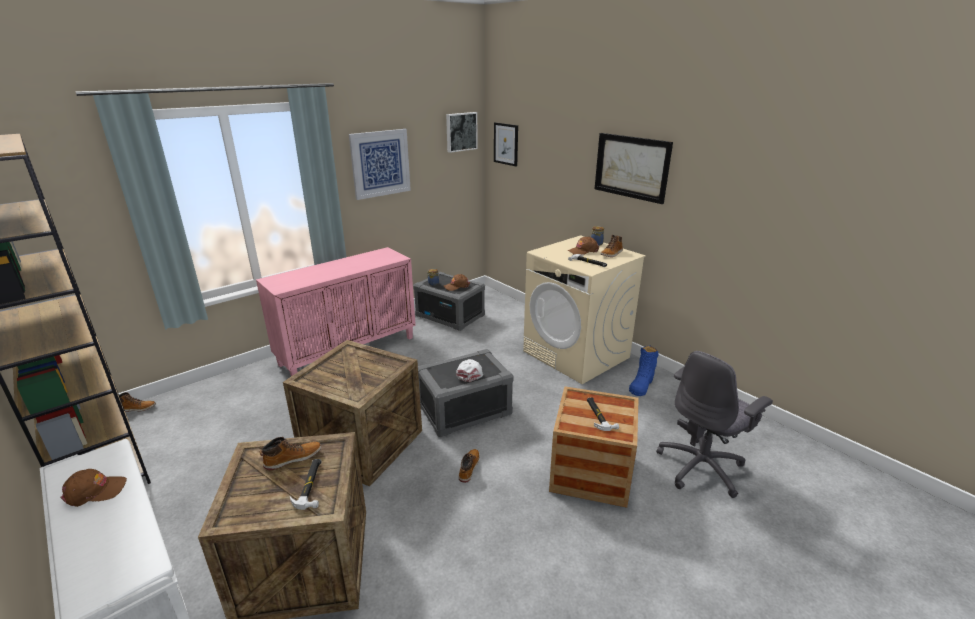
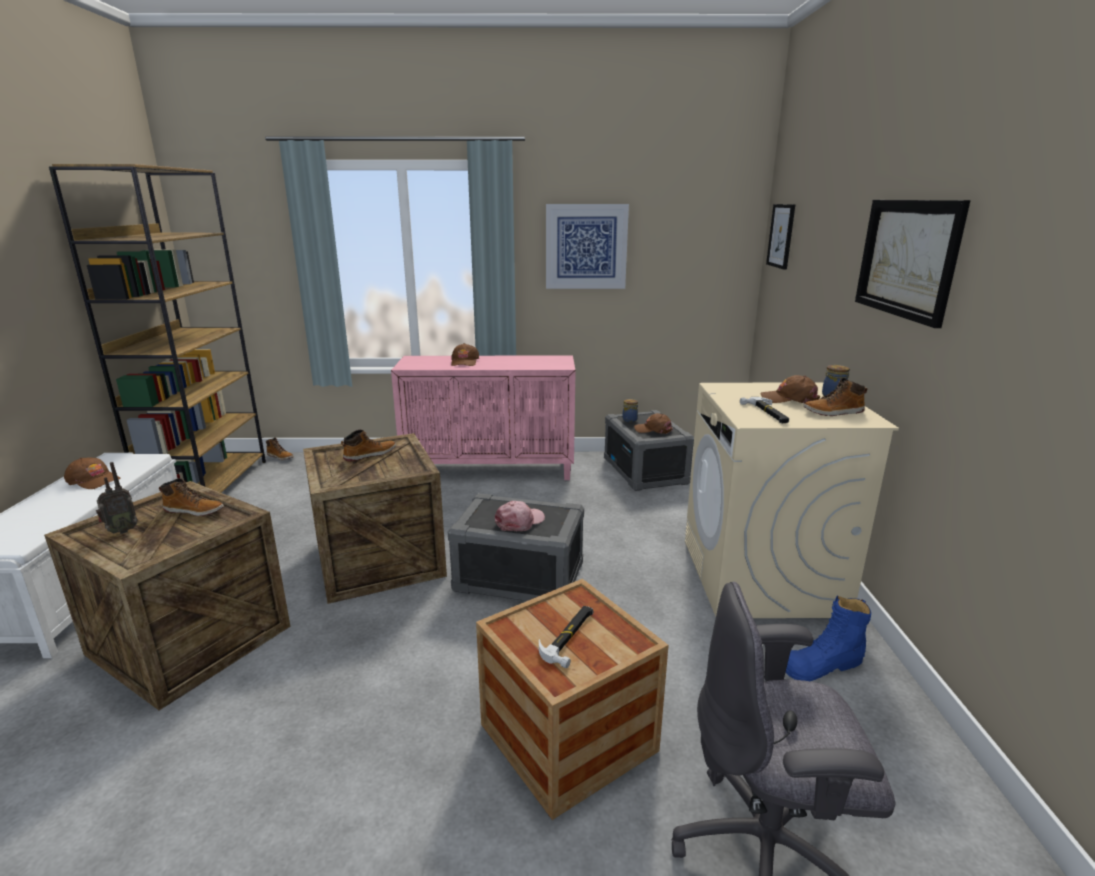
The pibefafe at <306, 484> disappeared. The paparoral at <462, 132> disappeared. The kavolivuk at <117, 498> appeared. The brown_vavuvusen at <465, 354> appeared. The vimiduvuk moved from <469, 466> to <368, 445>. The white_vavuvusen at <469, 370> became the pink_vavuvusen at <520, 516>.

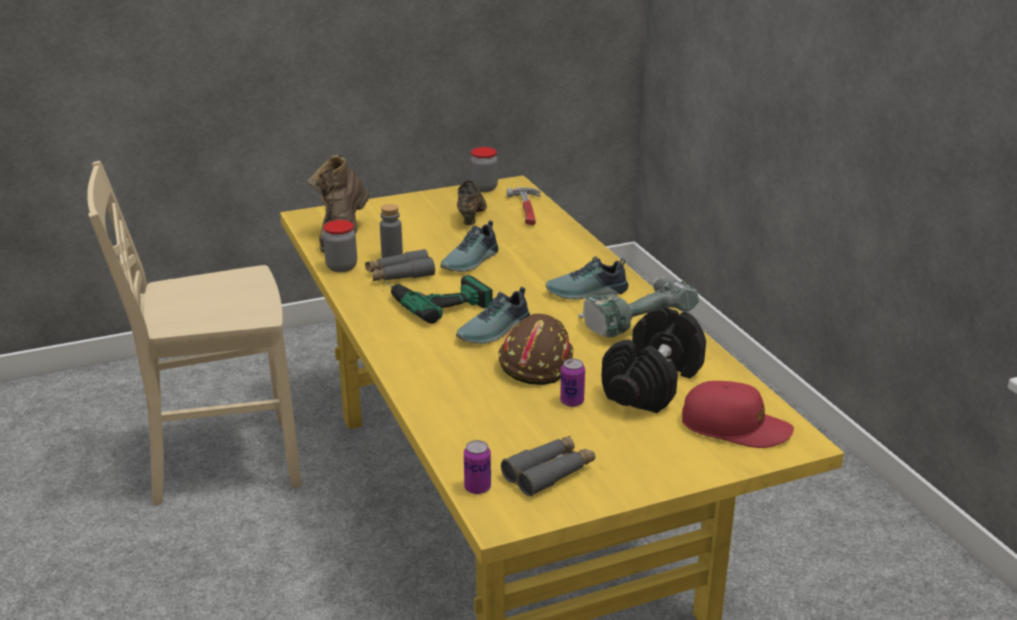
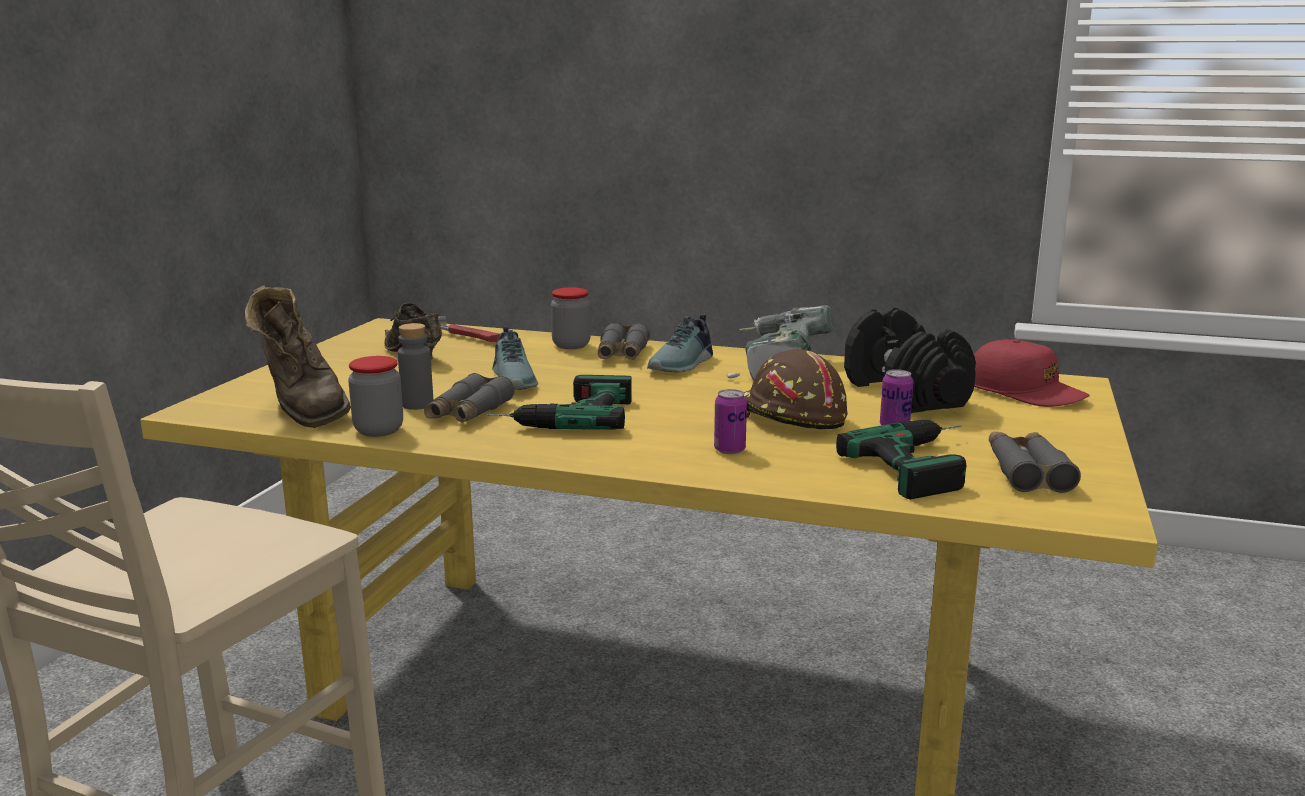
The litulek at <493, 315> disappeared. The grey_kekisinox at <624, 341> appeared. The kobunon at <901, 459> appeared. The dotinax moved from <477, 467> to <730, 421>. The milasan moved from <484, 169> to <571, 318>. The red_vavuvusen at <738, 414> turned 75 degrees clockwise.

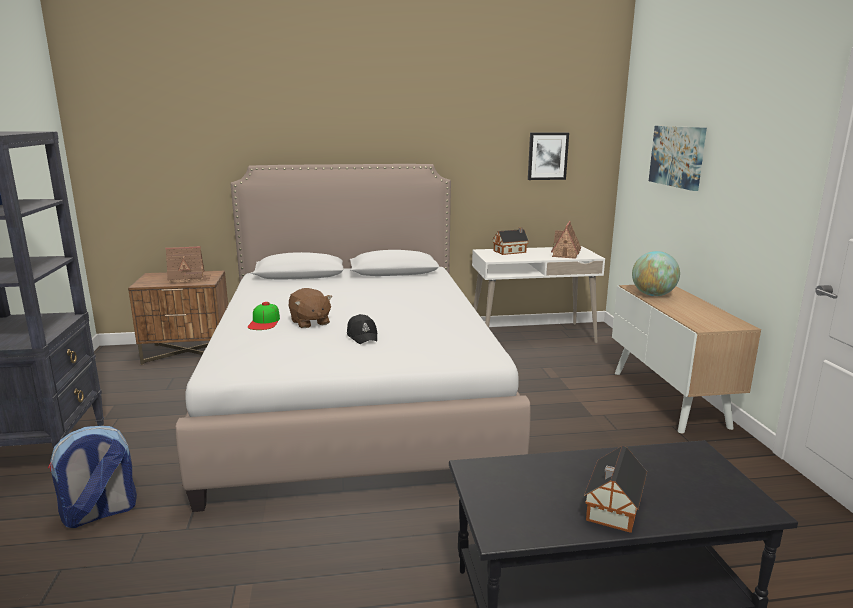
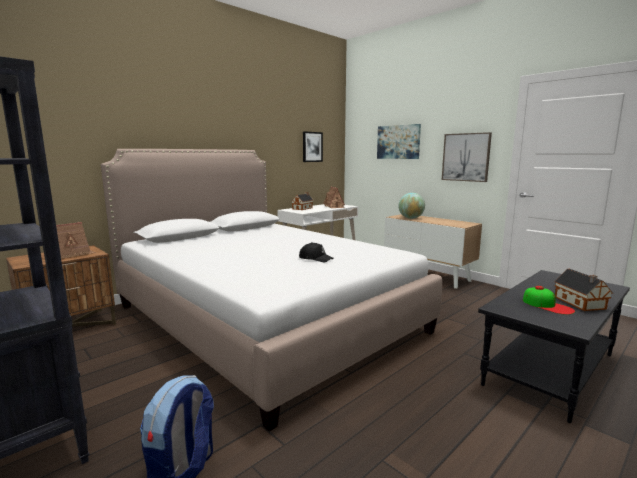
The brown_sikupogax at <310, 308> disappeared. The paparoral at <467, 157> appeared. The vavuvusen moved from <264, 316> to <549, 300>.

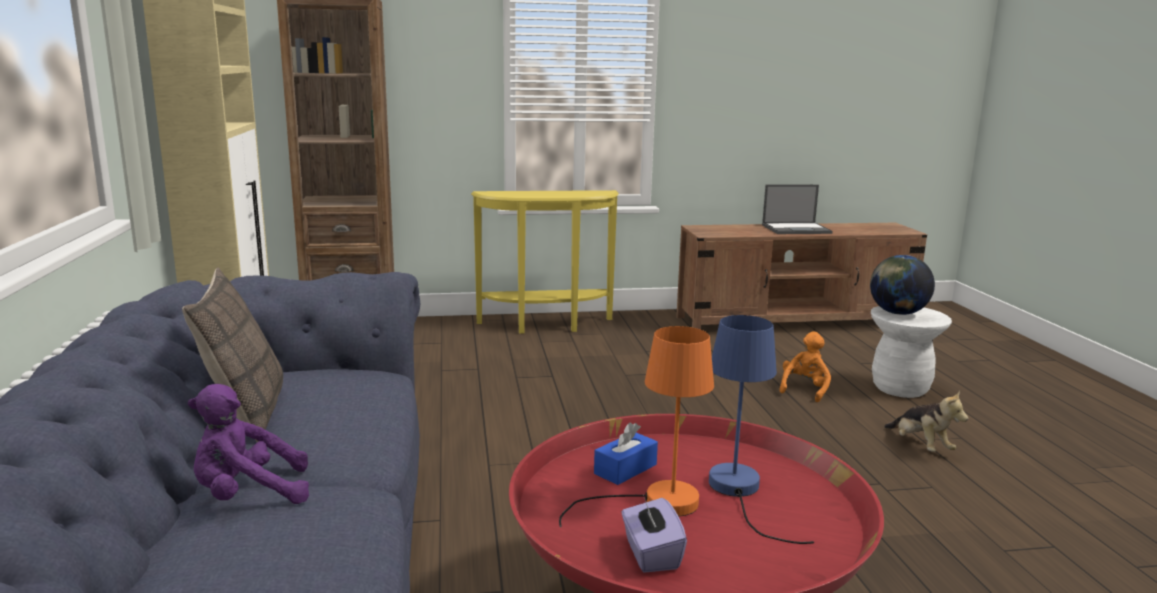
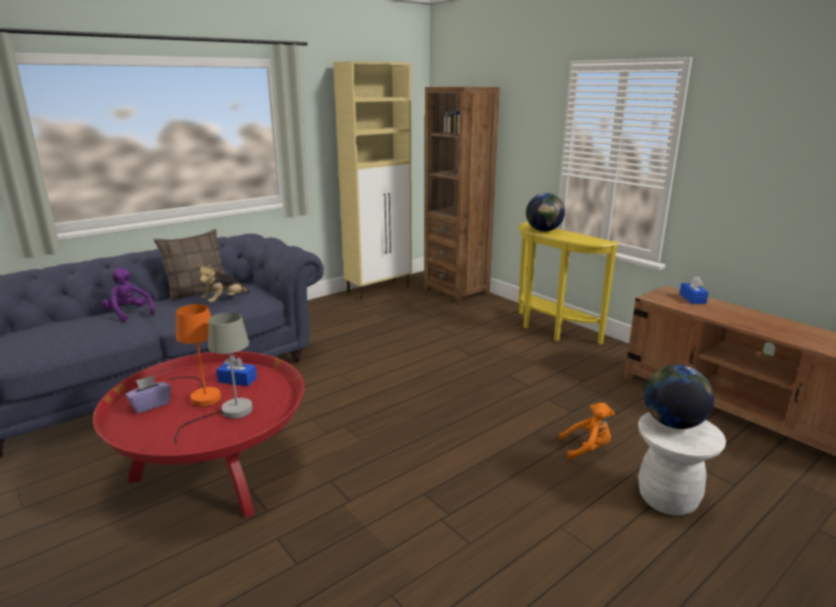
The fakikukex at <797, 209> disappeared. The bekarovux at <545, 212> appeared. The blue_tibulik at <694, 290> appeared. The sikupogax moved from <926, 421> to <223, 283>. The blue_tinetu at <761, 429> became the grey_tinetu at <213, 378>.

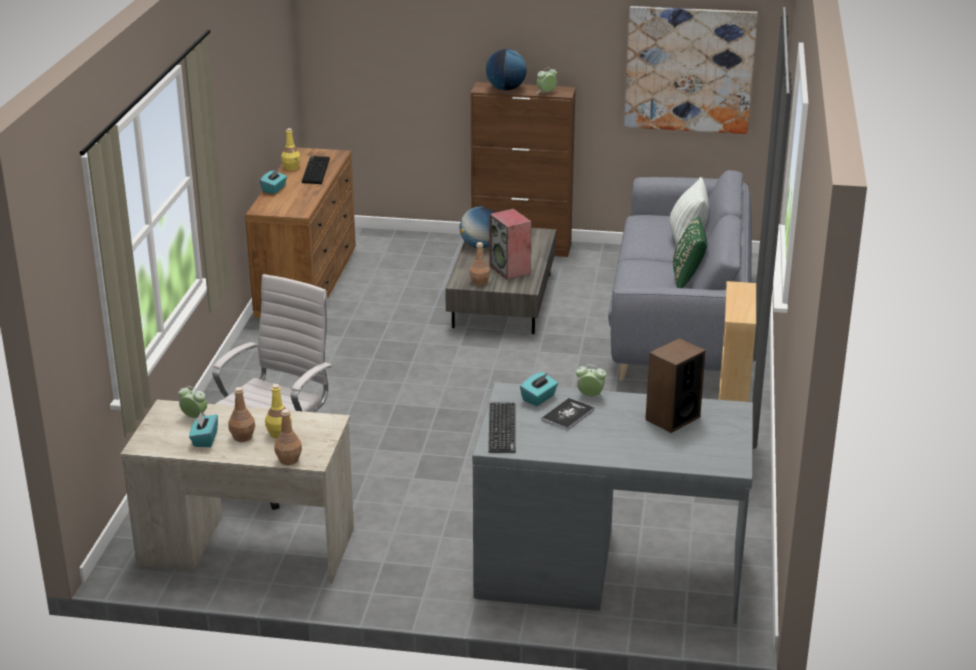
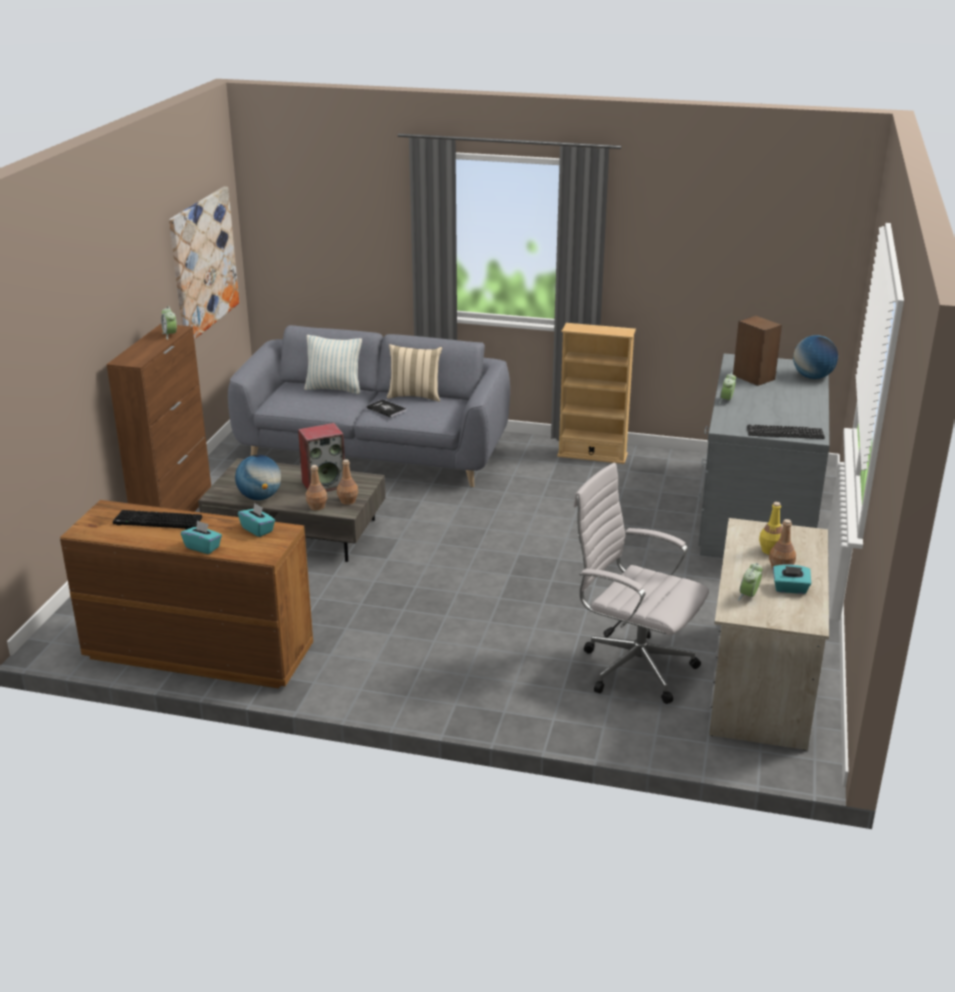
The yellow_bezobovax at <291, 149> disappeared. The brown_bezobovax moved from <288, 437> to <316, 487>. The bekarovux moved from <506, 69> to <815, 357>. The turquoise_tibulik moved from <539, 389> to <256, 520>. The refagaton moved from <568, 414> to <386, 408>. The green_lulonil at <690, 252> became the beige_lulonil at <414, 373>.

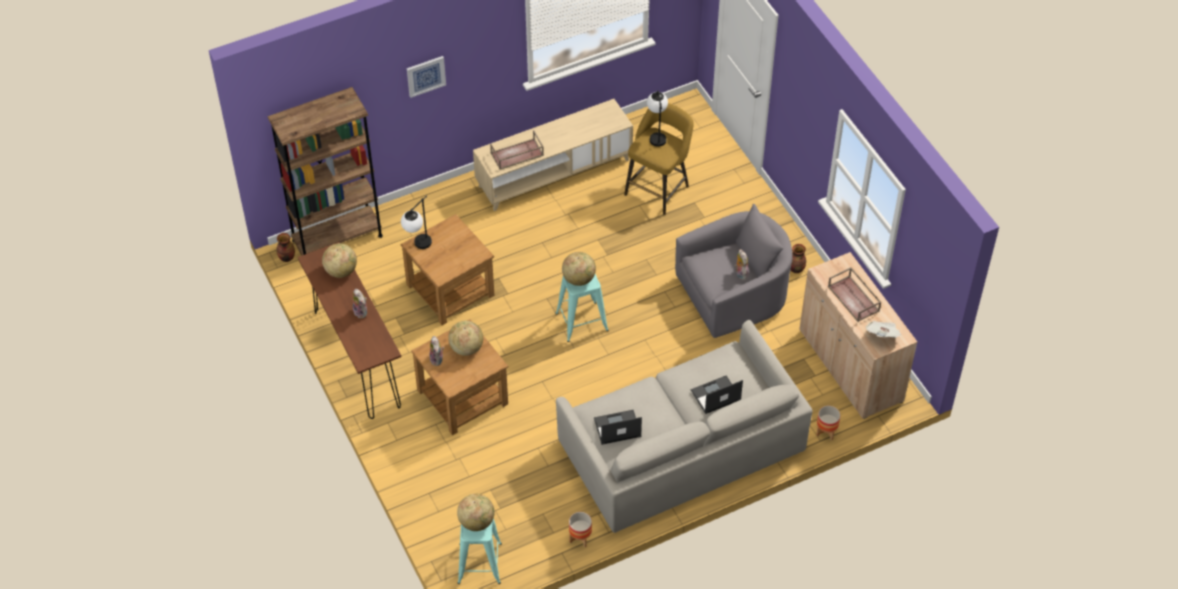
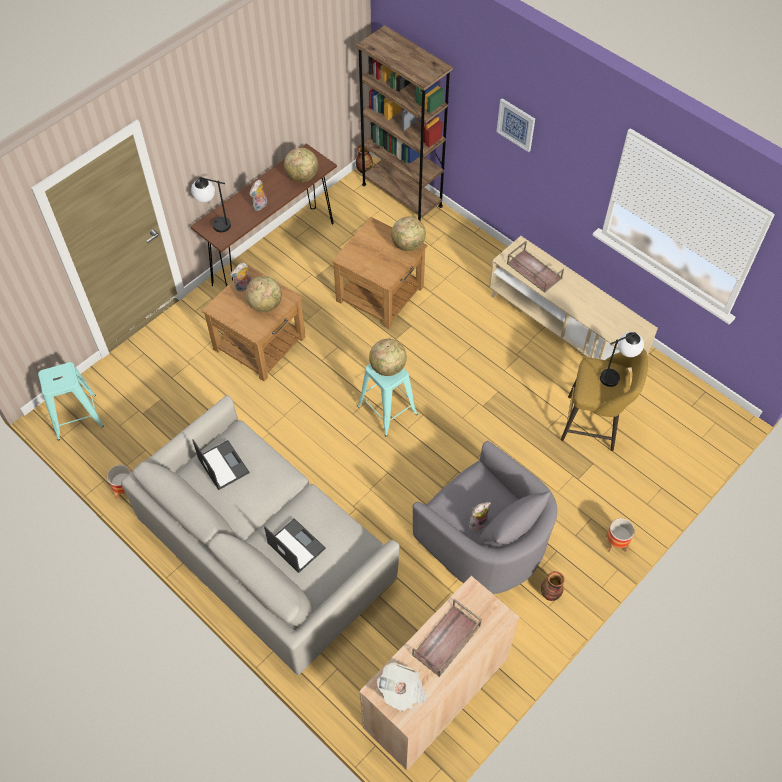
The tinetu moved from <416, 222> to <211, 204>. The bekarovux moved from <476, 512> to <408, 233>. The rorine moved from <828, 423> to <620, 535>.

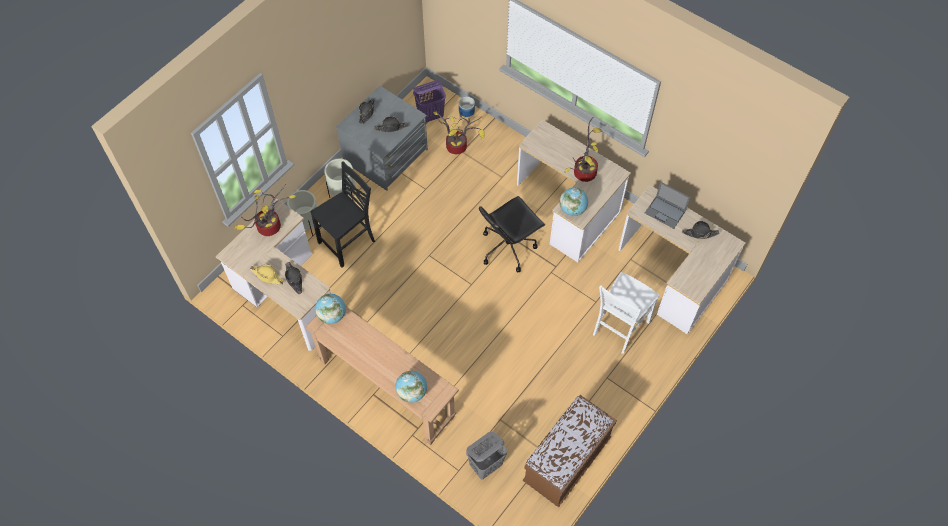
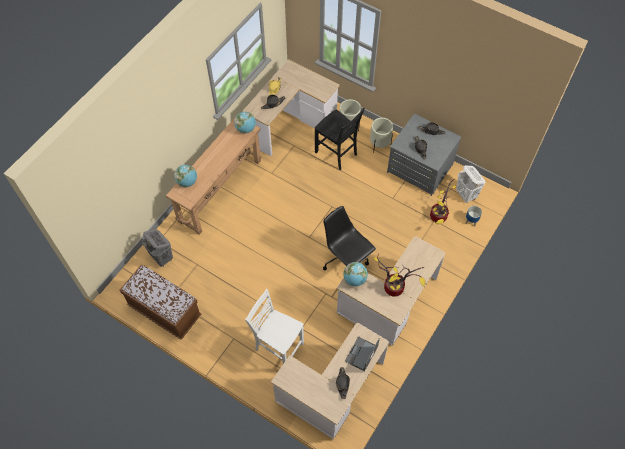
The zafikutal at <265, 210> disappeared. The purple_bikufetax at <429, 101> became the white_bikufetax at <470, 184>.

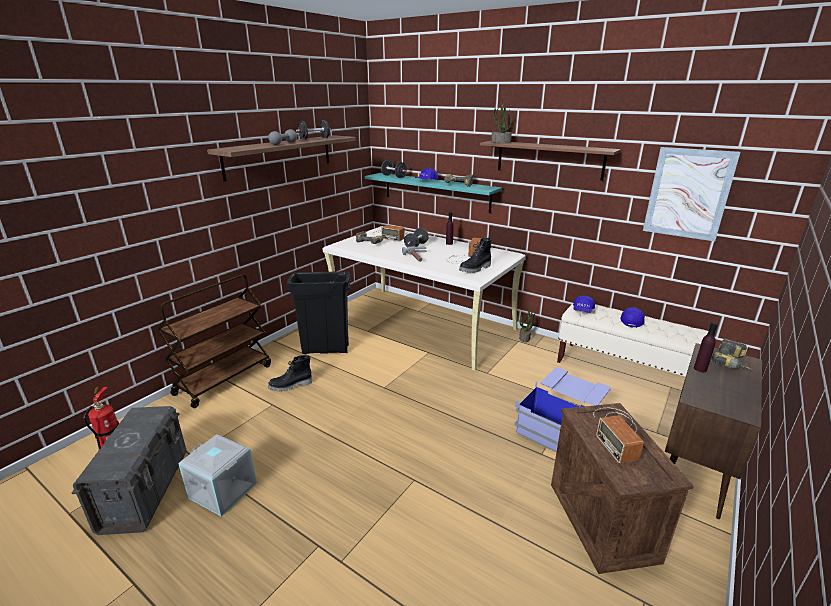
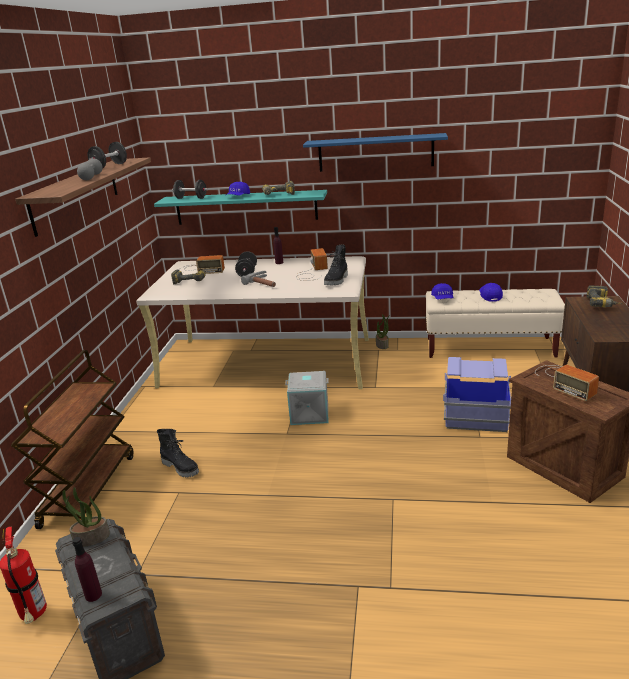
The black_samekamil at <319, 312> disappeared. The paparoral at <691, 194> disappeared. The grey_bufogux moved from <217, 475> to <307, 398>. The zafikutal moved from <501, 123> to <86, 517>. The purple_bezobovax moved from <706, 347> to <87, 569>. The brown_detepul at <550, 161> became the blue_detepul at <375, 152>. The black_vimiduvuk at <290, 373> turned 90 degrees counterclockwise.

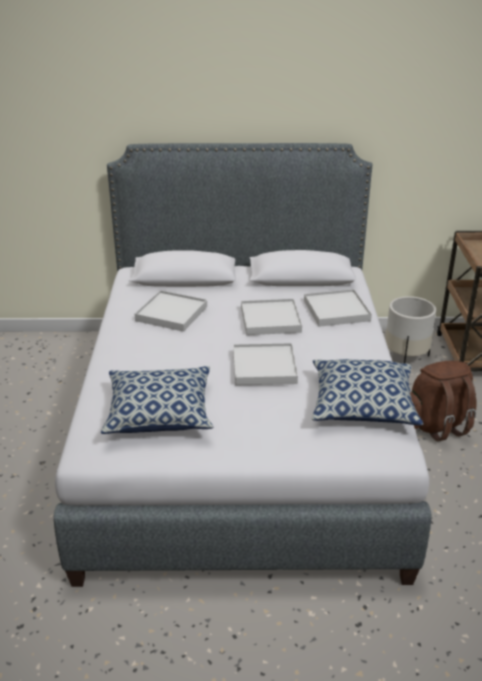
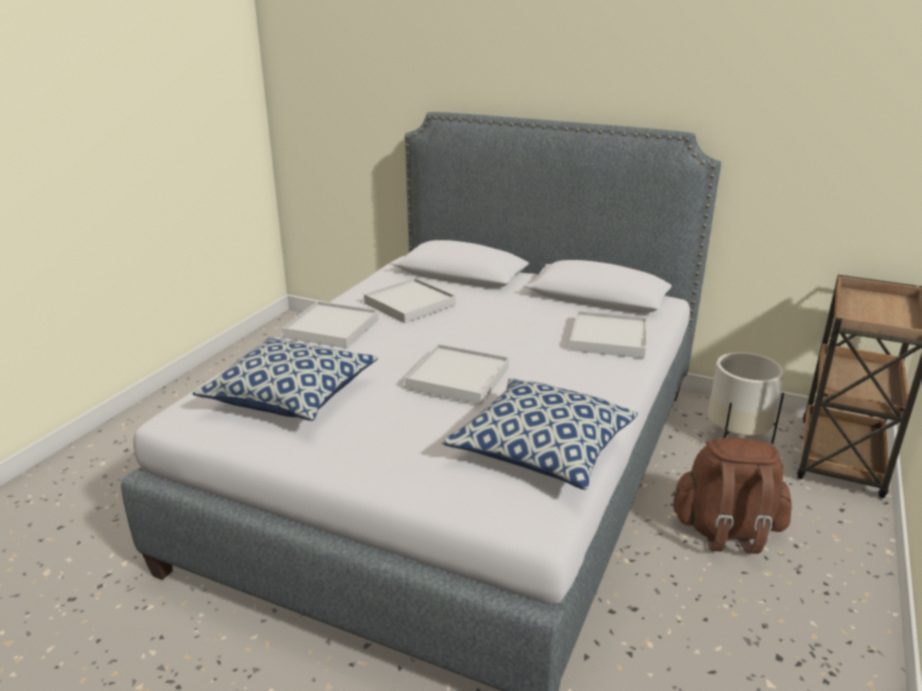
The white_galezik moved from <271, 317> to <330, 325>.

